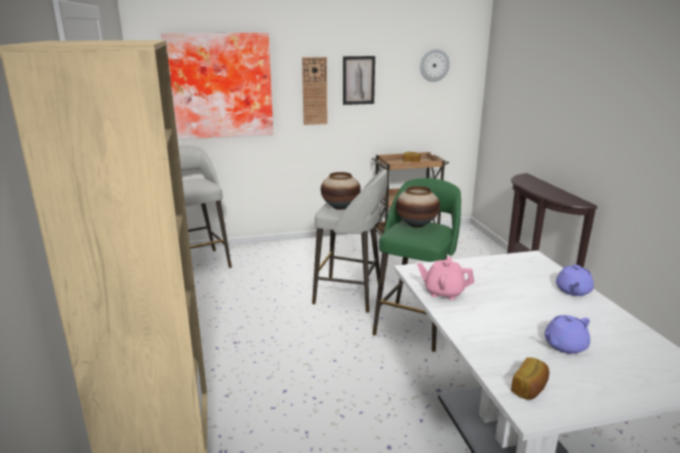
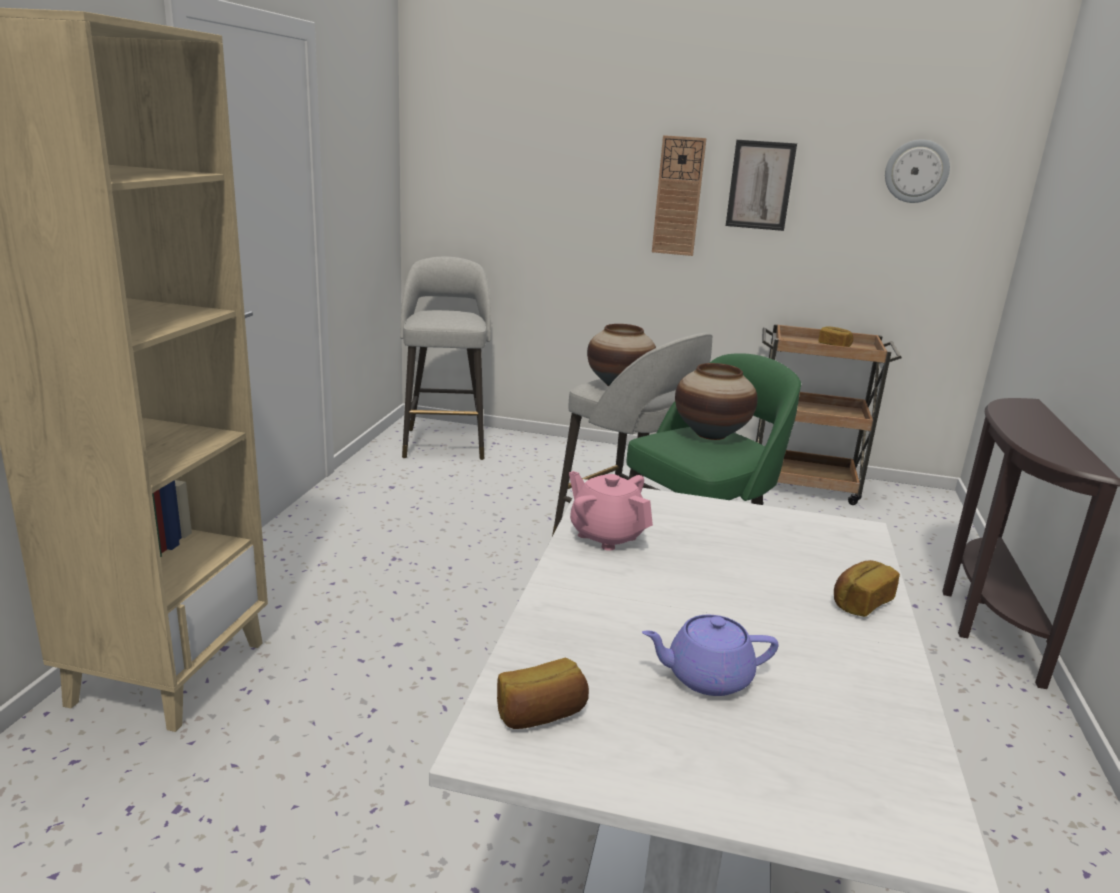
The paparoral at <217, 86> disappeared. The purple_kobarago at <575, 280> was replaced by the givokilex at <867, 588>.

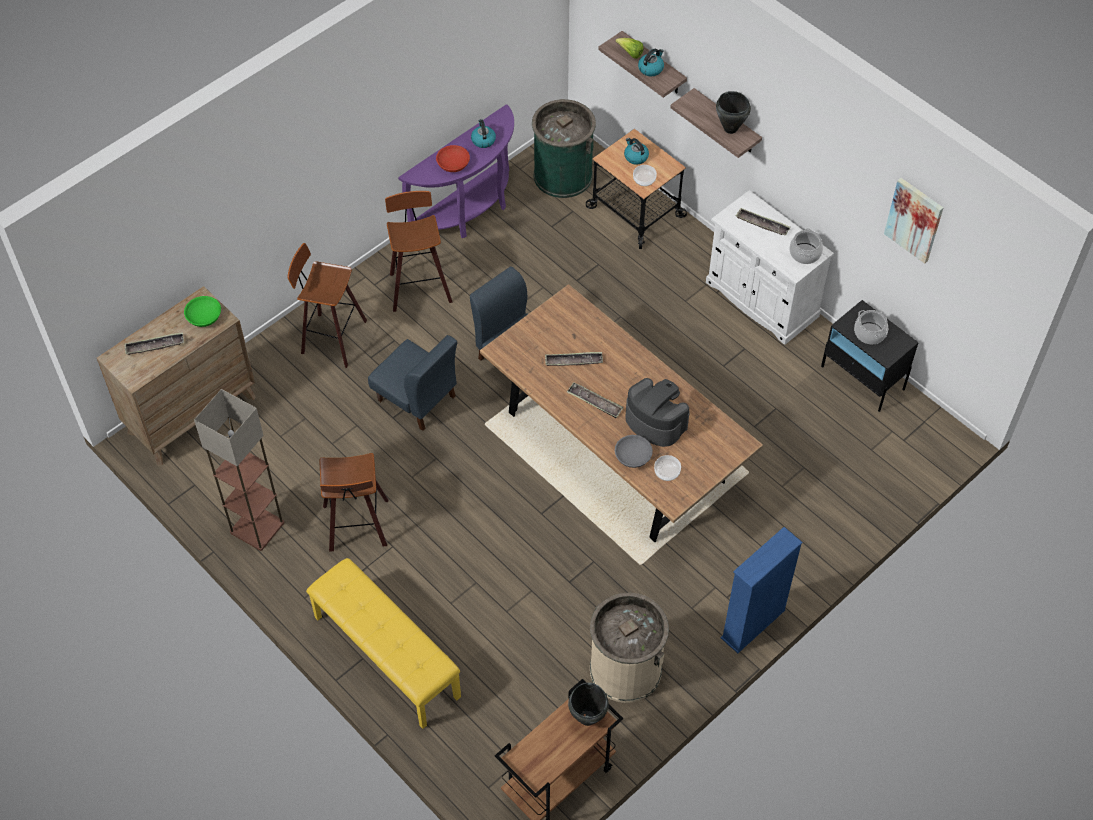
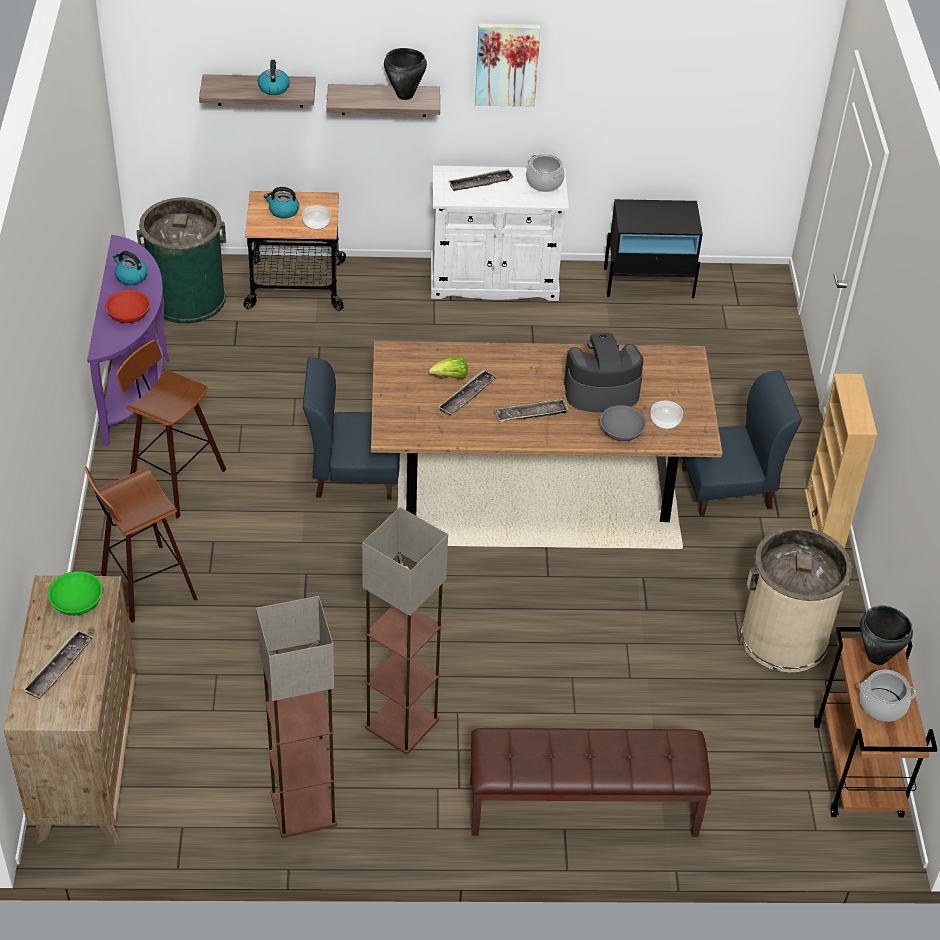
The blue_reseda moved from <412, 383> to <742, 443>. The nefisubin moved from <629, 48> to <448, 367>. The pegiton moved from <871, 327> to <887, 696>. The paparoral moved from <913, 221> to <508, 65>. The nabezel at <354, 502> was replaced by the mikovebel at <405, 630>. The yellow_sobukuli at <383, 643> became the brown_sobukuli at <590, 782>. The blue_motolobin at <762, 590> became the beige_motolobin at <841, 461>.

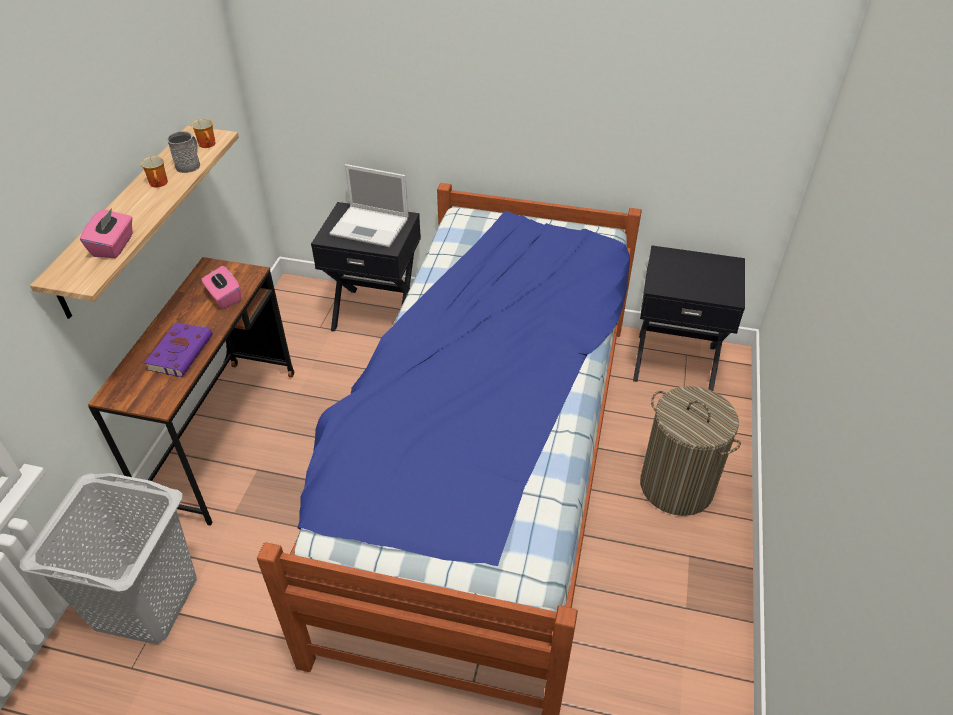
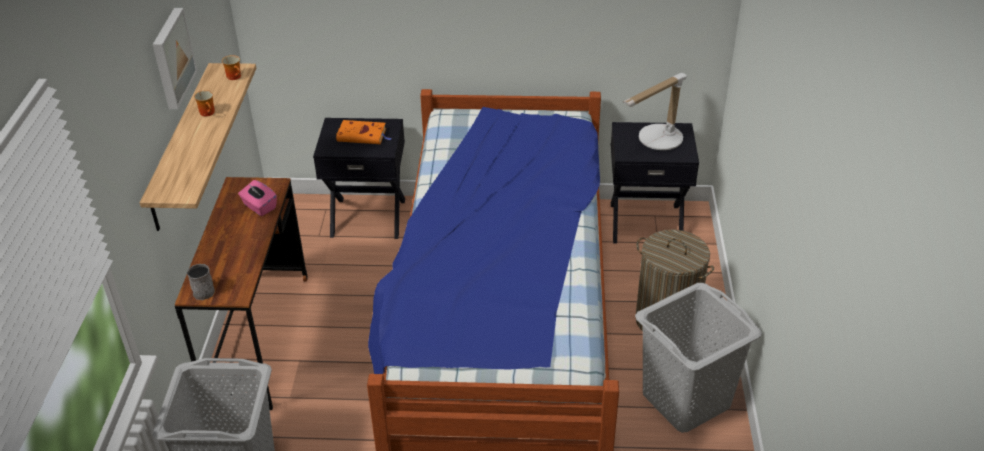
The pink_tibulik at <106, 233> disappeared. The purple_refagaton at <178, 349> disappeared. The paparoral at <175, 58> appeared. The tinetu at <655, 111> appeared. The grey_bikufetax at <698, 358> appeared. The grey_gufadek moved from <183, 152> to <201, 282>. The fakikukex at <368, 205> was replaced by the orange_refagaton at <363, 132>.

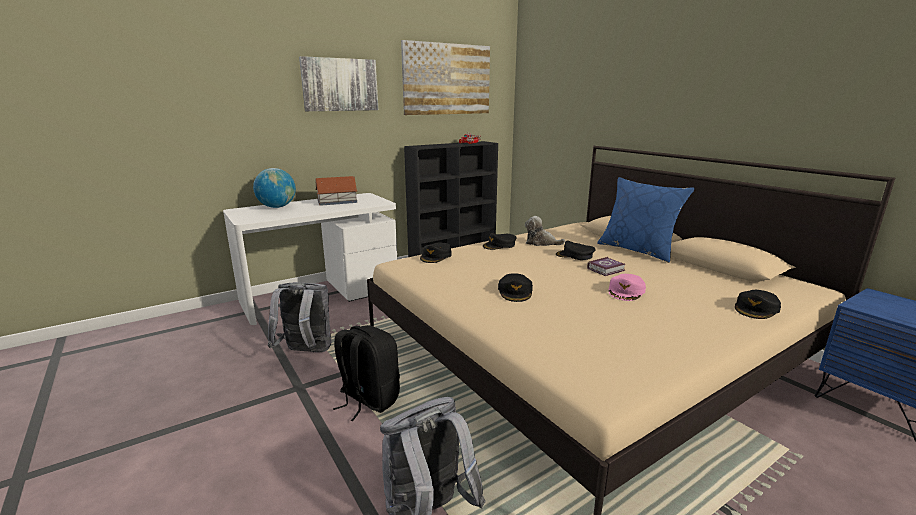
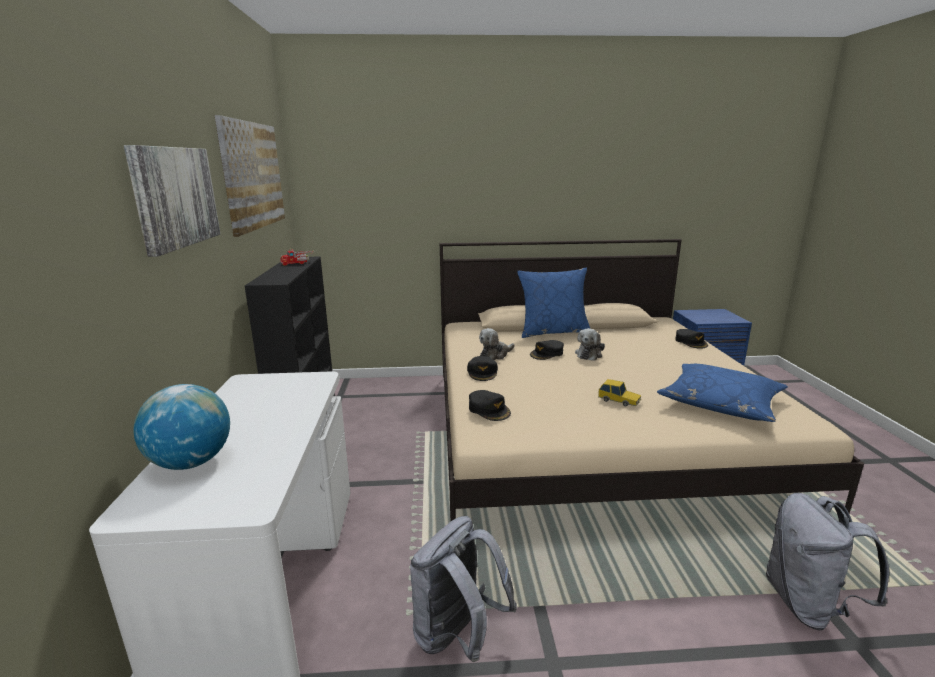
The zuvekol at <336, 191> disappeared. The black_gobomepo at <366, 373> disappeared. The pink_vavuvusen at <627, 287> disappeared. The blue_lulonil at <722, 393> appeared. The black_vavuvusen at <515, 287> was replaced by the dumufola at <619, 392>. The refagaton at <606, 266> was replaced by the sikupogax at <590, 344>.

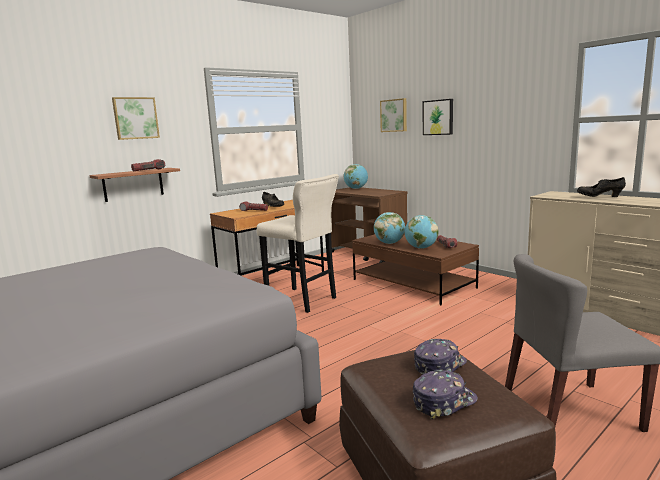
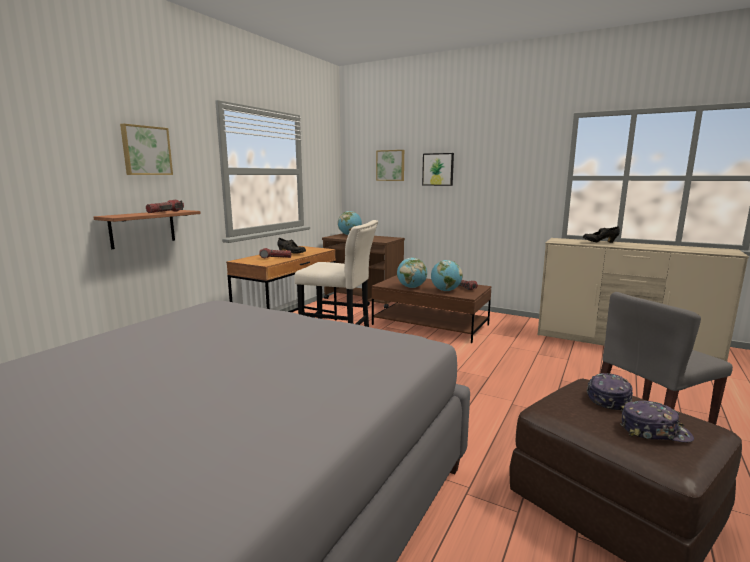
The vavuvusen at <445, 395> turned 60 degrees clockwise.

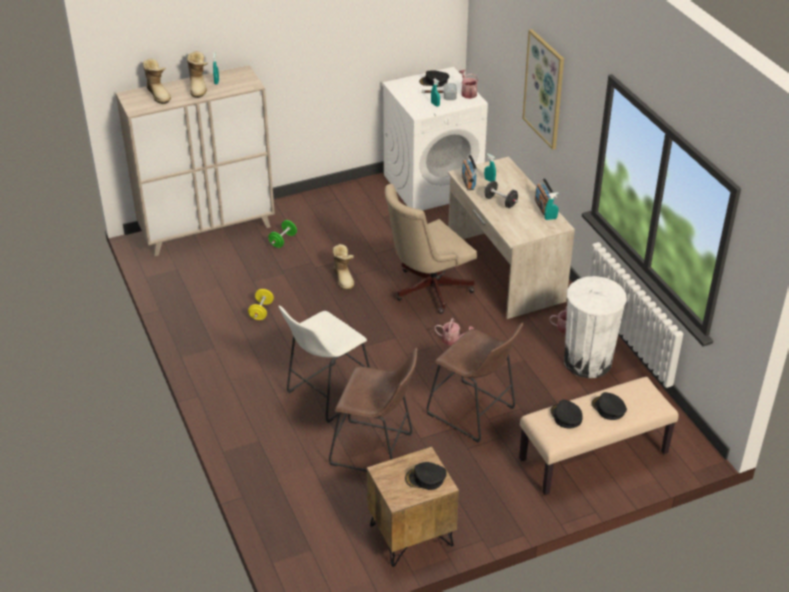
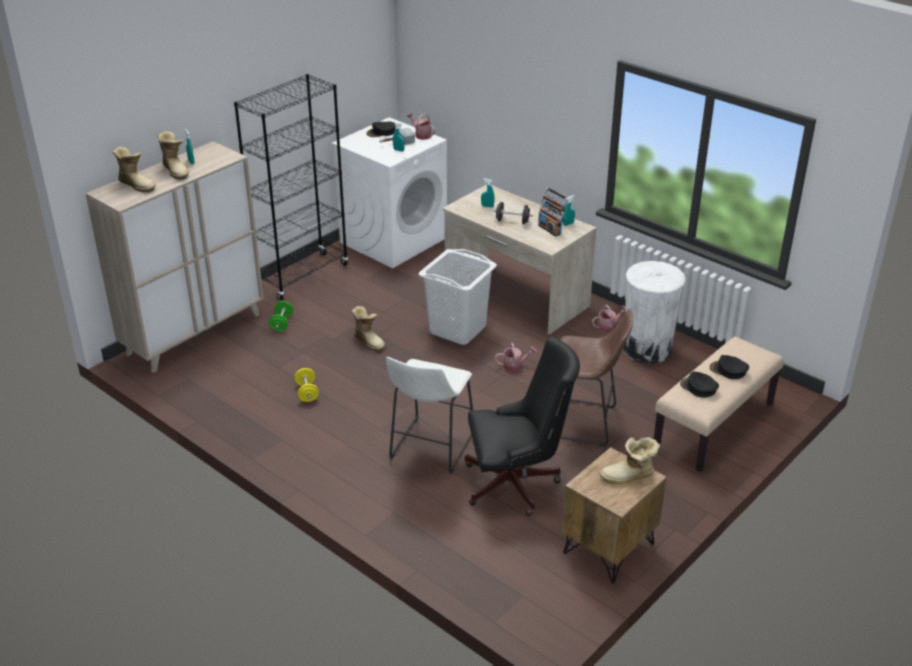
The paparoral at <543, 89> disappeared. The black_motolobin at <291, 186> appeared. The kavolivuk moved from <469, 172> to <551, 218>. The brown_nabezel at <373, 410> was replaced by the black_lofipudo at <522, 426>. The beige_lofipudo at <431, 249> was replaced by the white_bikufetax at <458, 297>. The black_vavuvusen at <425, 476> was replaced by the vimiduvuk at <629, 460>.

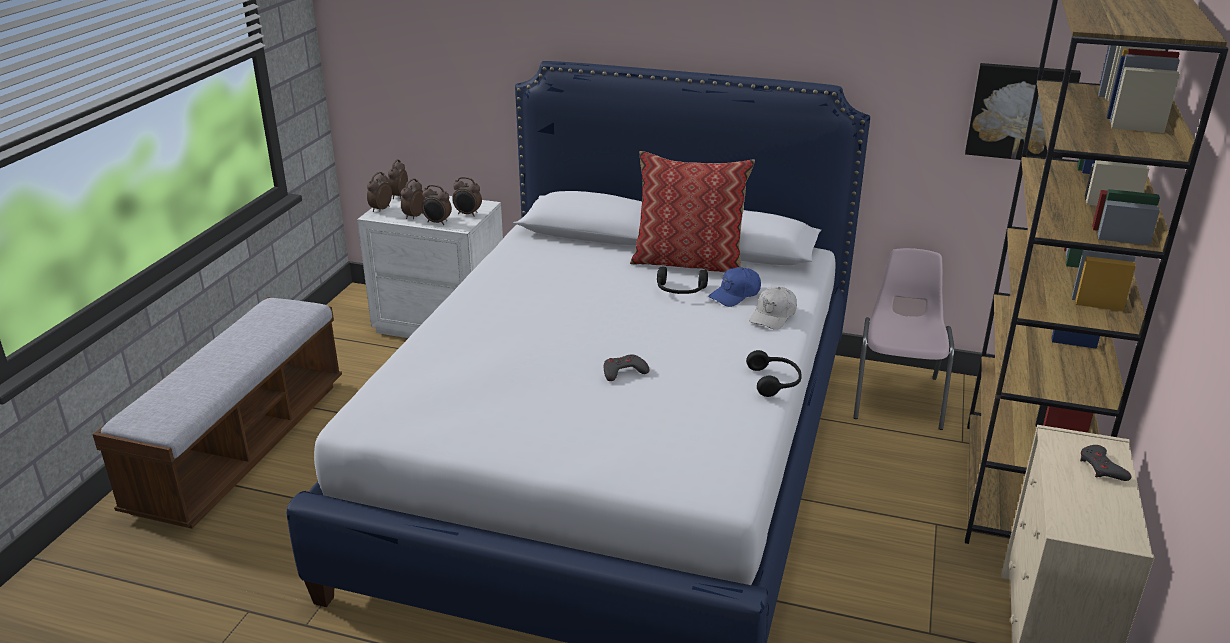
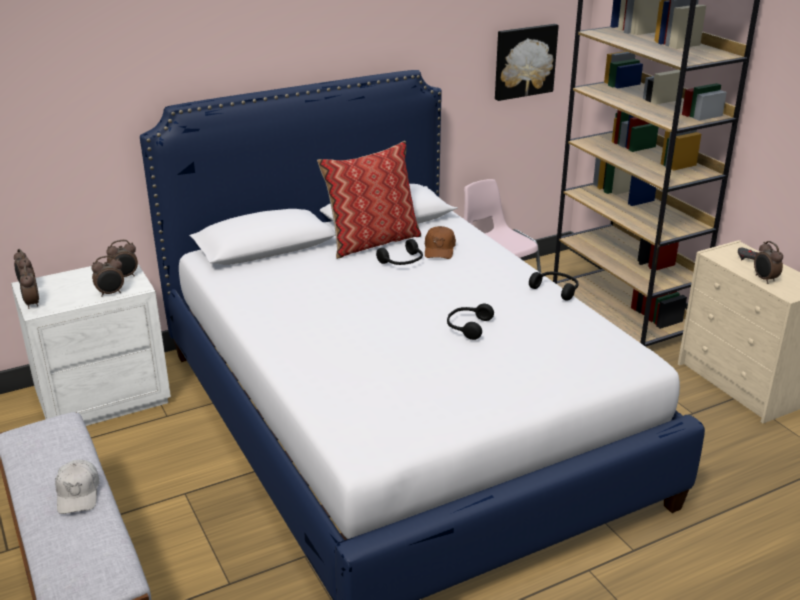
The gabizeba moved from <413, 199> to <768, 262>. The white_vavuvusen moved from <773, 308> to <77, 487>. The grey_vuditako at <626, 368> was replaced by the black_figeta at <470, 322>. The blue_vavuvusen at <734, 287> became the brown_vavuvusen at <440, 242>.

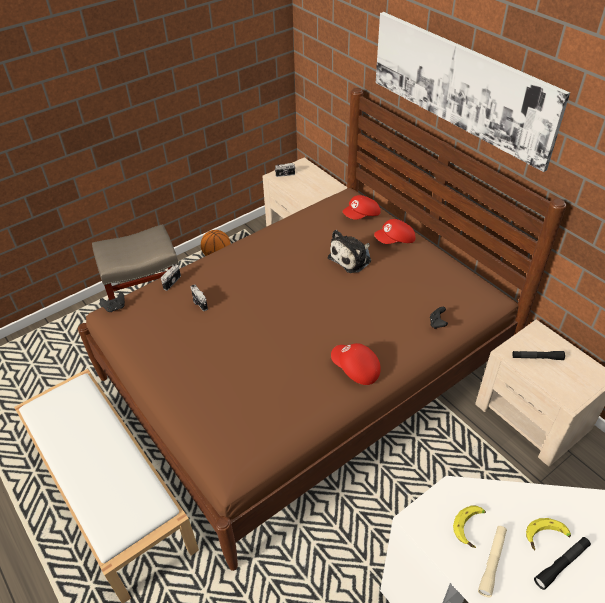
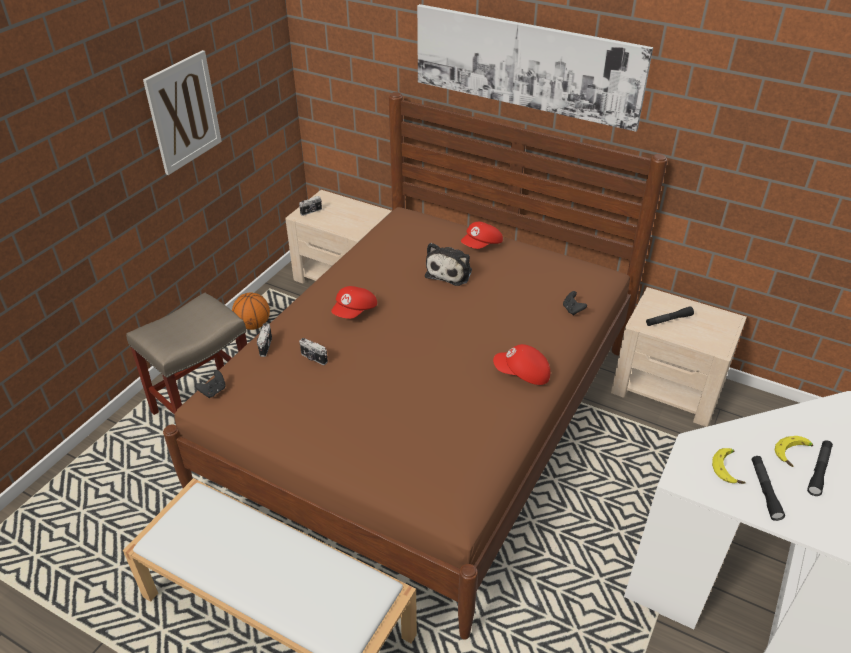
The paparoral at <182, 112> appeared. The red_vavuvusen moved from <361, 207> to <354, 302>. The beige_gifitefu at <492, 561> became the black_gifitefu at <768, 488>.

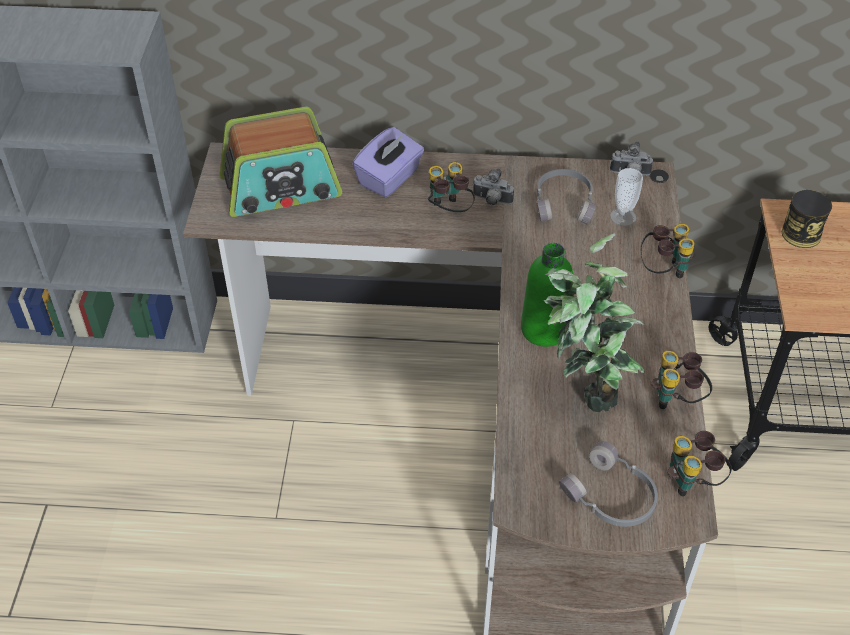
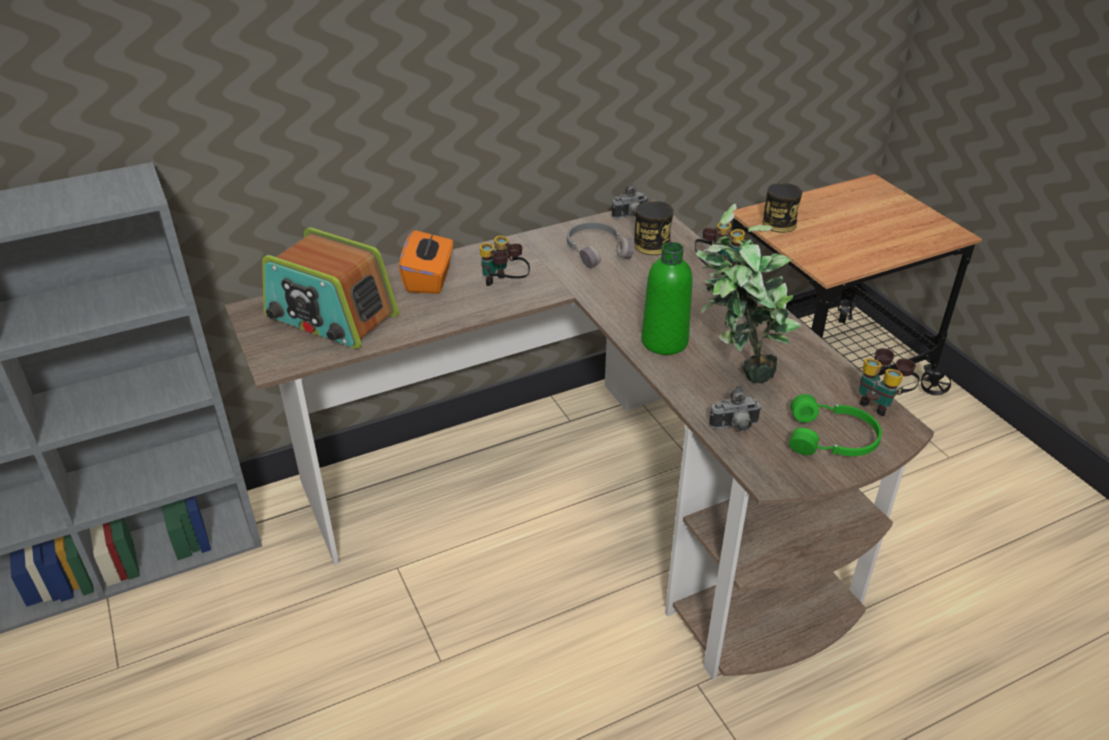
The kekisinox at <681, 380> disappeared. The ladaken moved from <493, 187> to <735, 408>. The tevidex at <626, 197> was replaced by the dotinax at <654, 228>. The purple_tibulik at <388, 162> became the orange_tibulik at <426, 261>. The grey_figeta at <608, 484> became the green_figeta at <835, 425>. The kavolivuk at <281, 162> turned 75 degrees clockwise.

